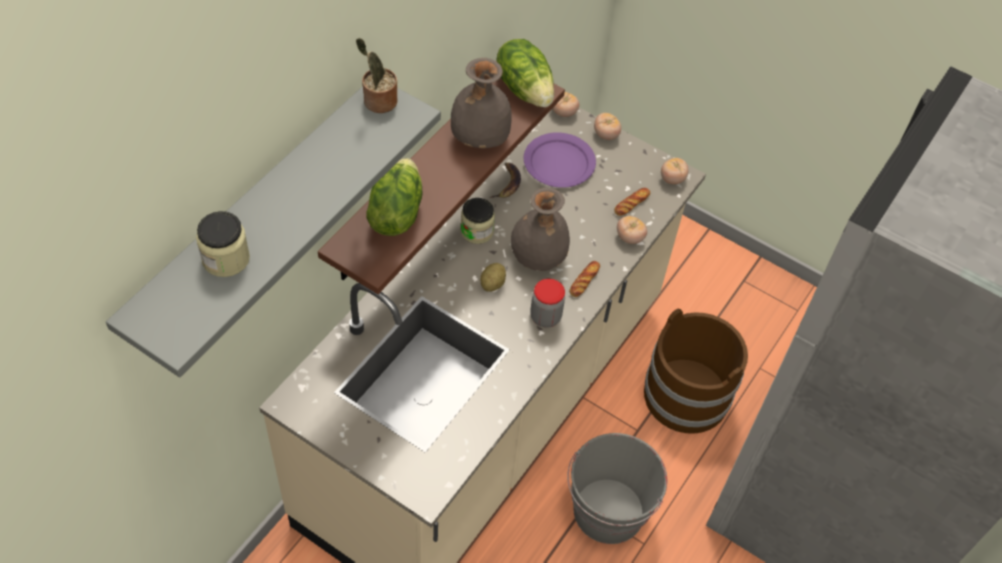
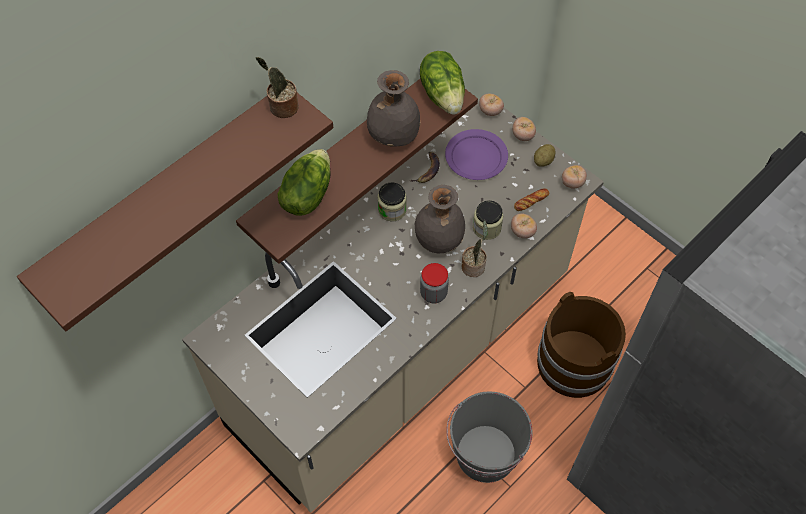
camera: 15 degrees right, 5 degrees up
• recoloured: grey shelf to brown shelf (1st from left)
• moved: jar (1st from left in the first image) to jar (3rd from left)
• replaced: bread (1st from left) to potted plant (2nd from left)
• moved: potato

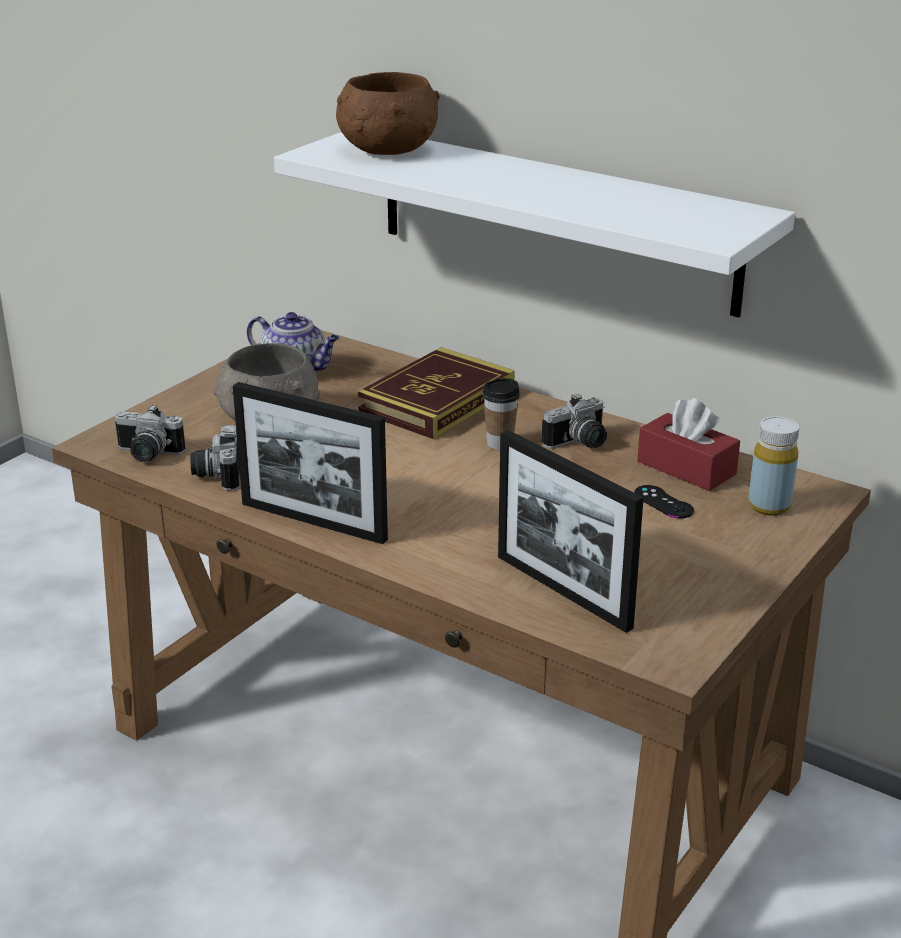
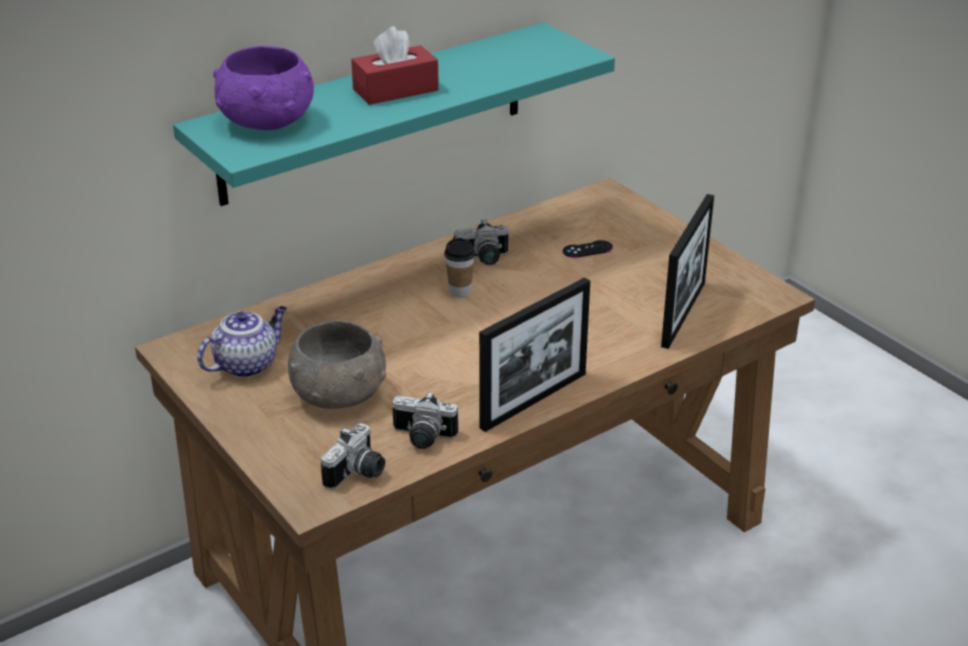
camera: 70 degrees left, 5 degrees up
• recoloured: brown bowl to purple bowl
• recoloured: white shelf to turquoise shelf
• removed: book
• turned: photo camera (3rd from left) 90 degrees clockwise
• moved: red tissue box
• removed: yellow bottle
• turned: picture frame (2nd from left) 45 degrees counterclockwise

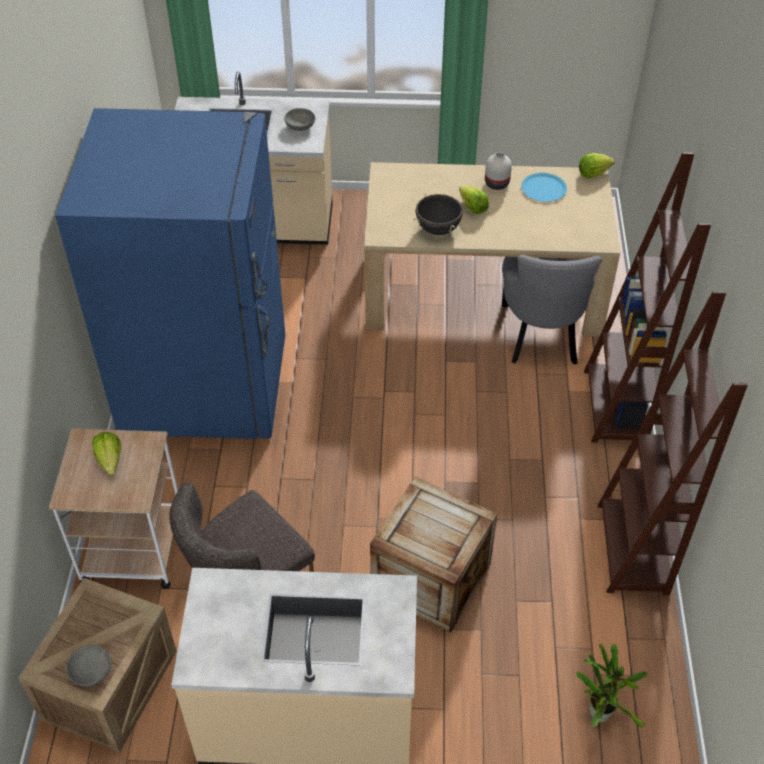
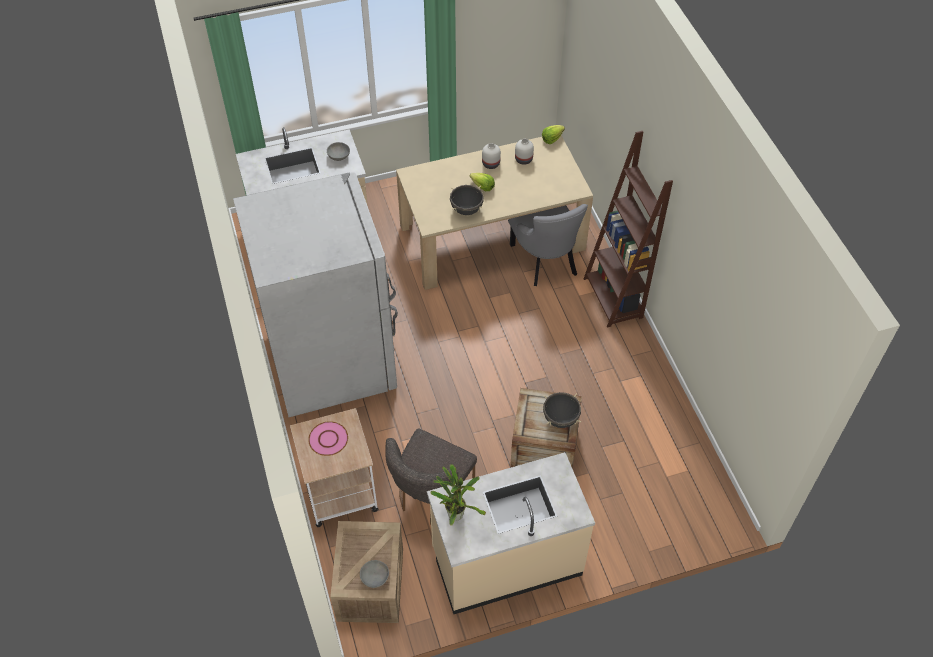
camera: 20 degrees left, 5 degrees up
• recoloured: blue fridge to white fridge
• replaced: blue plate to white vase (2nd from left)
• removed: brown bookcase (2nd from left)
• replaced: lettuce (1st from left) to pink plate
• moved: potted plant
• added: black cooking pot (2nd from left)

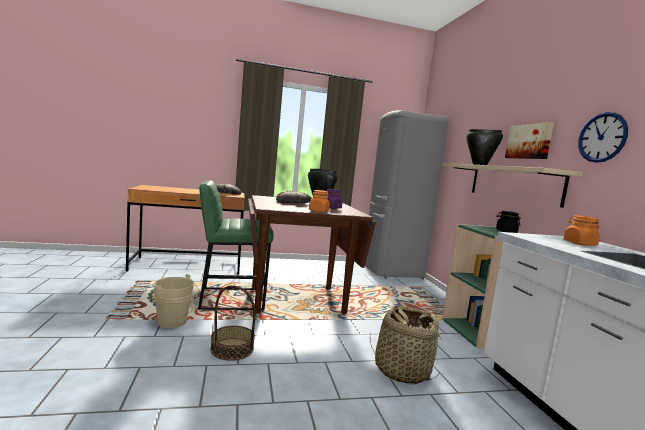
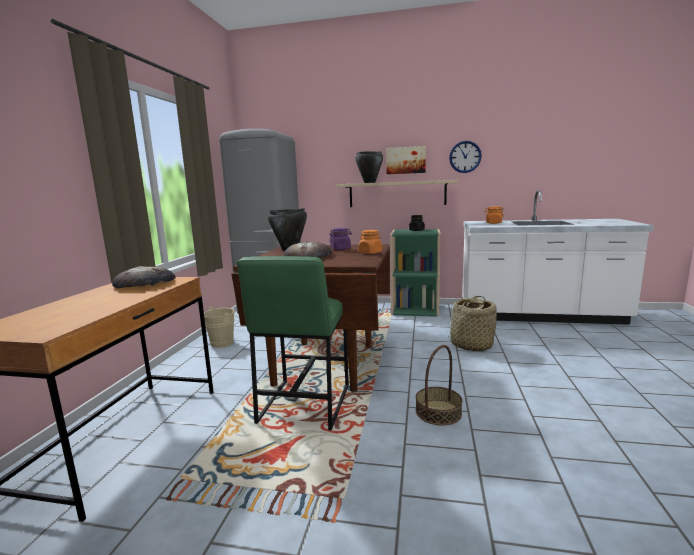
camera: 65 degrees left, 5 degrees up
• moved: beige bucket

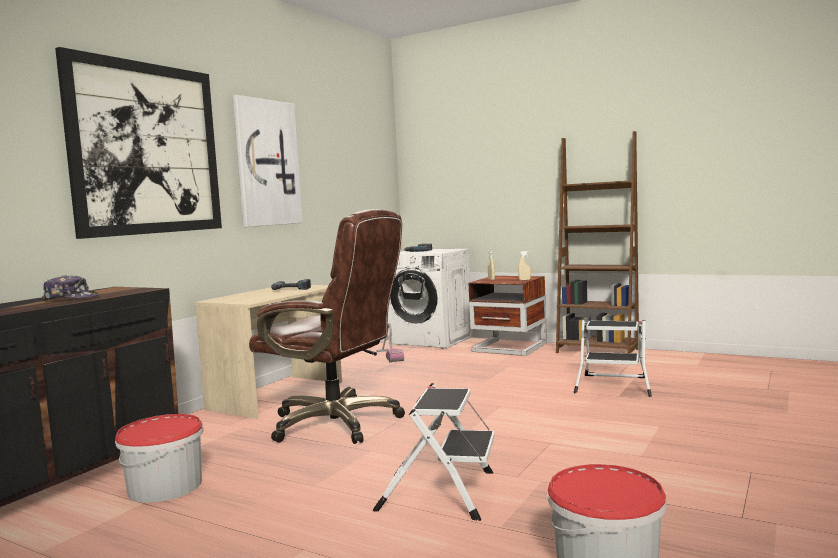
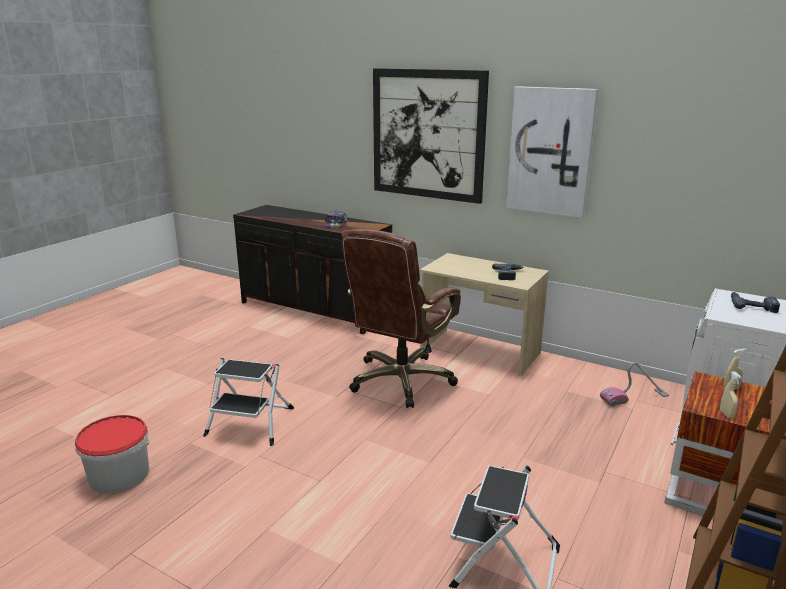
camera: 90 degrees right, 15 degrees up
• removed: bucket (1st from left)

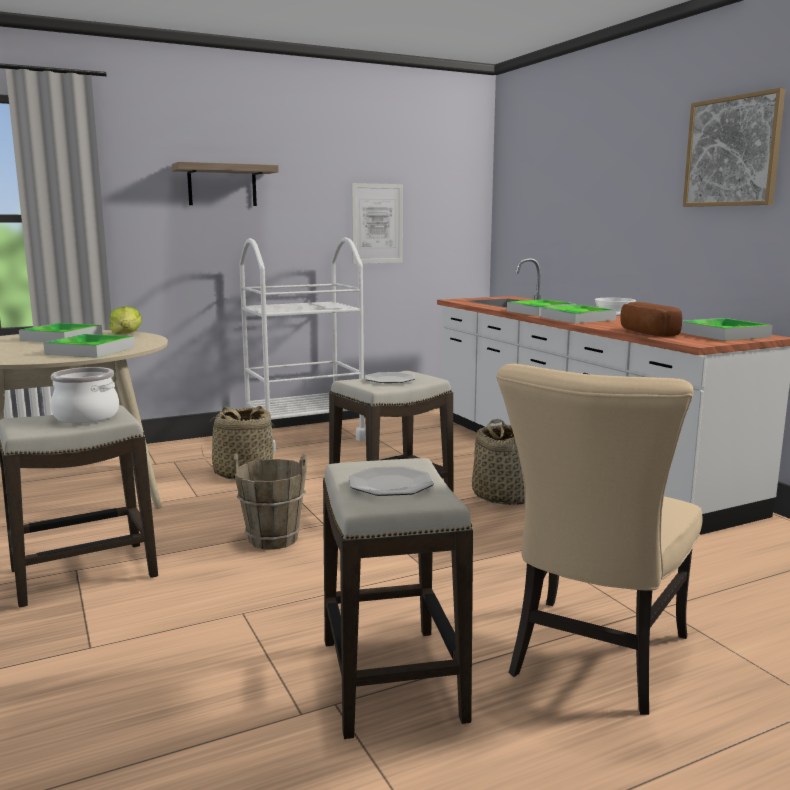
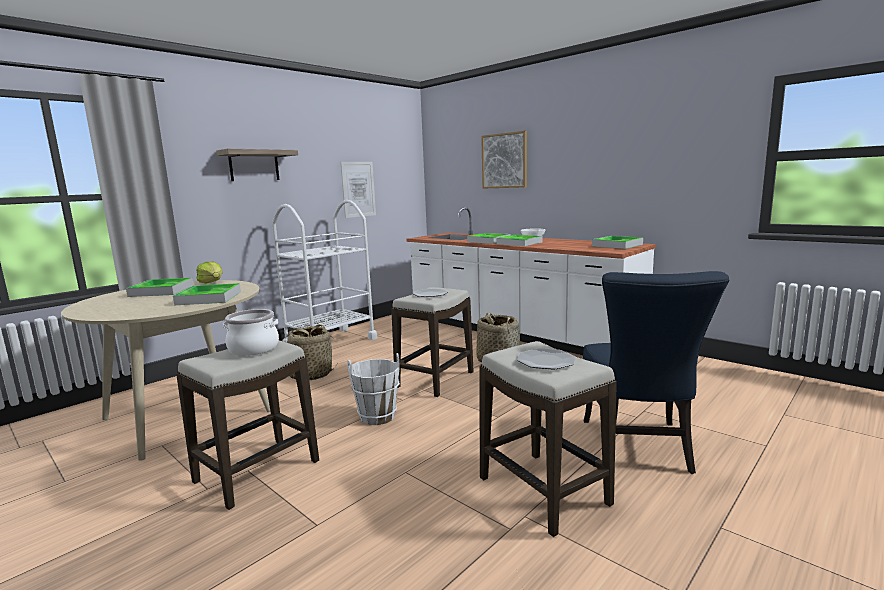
camera: 20 degrees left, 0 degrees up
• moved: picture (2nd from left)
• removed: bread
• recoloured: beige chair to blue chair
• recoloured: brown bucket to white bucket

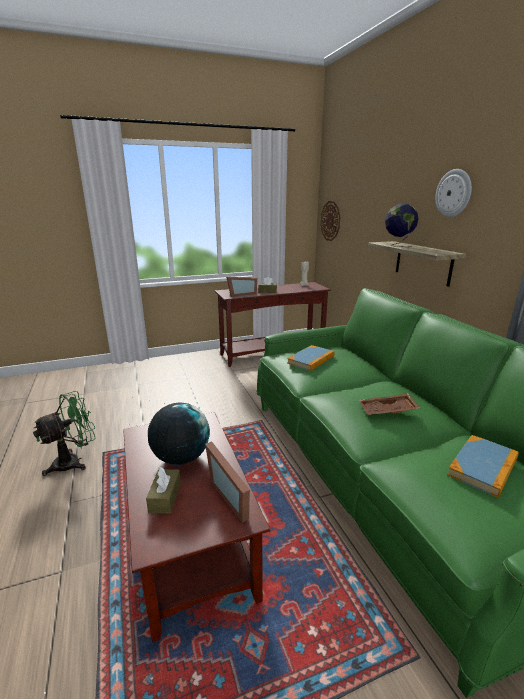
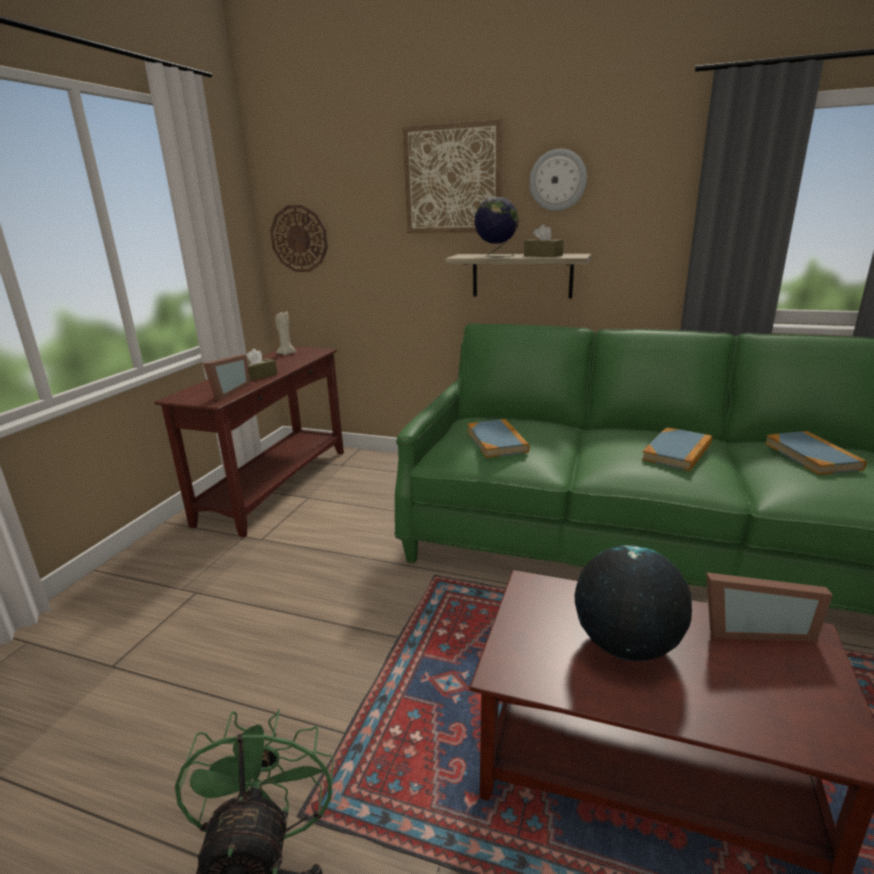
camera: 50 degrees left, 0 degrees up
• replaced: brown tray to book (2nd from left)
• moved: brown tissue box (1st from left in the first image) to brown tissue box (2nd from left)
• added: picture

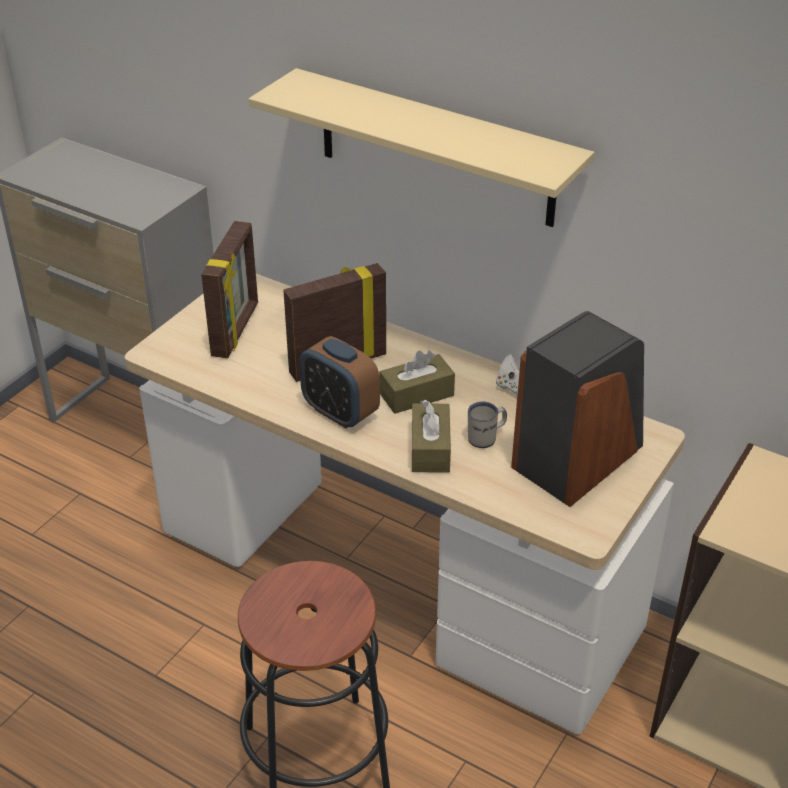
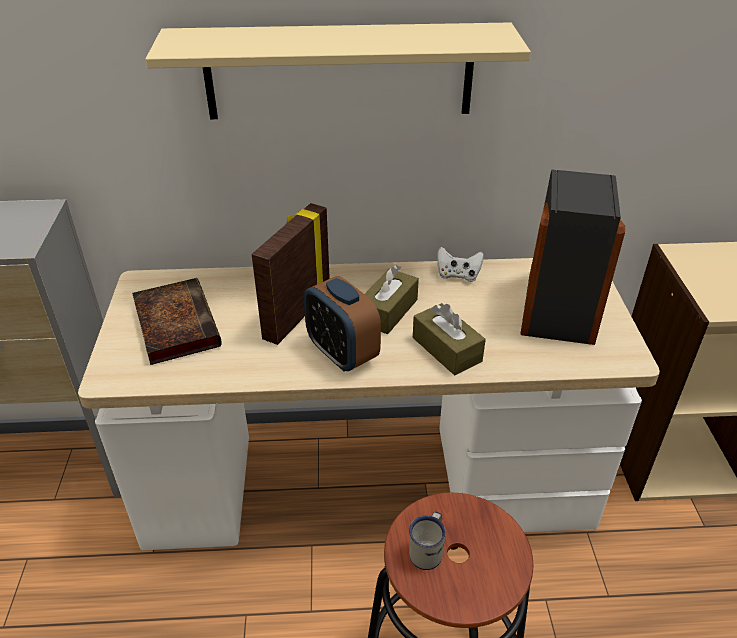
camera: 35 degrees left, 0 degrees up
• replaced: picture frame (1st from left) to book
• turned: alarm clock 45 degrees clockwise
• moved: white mug

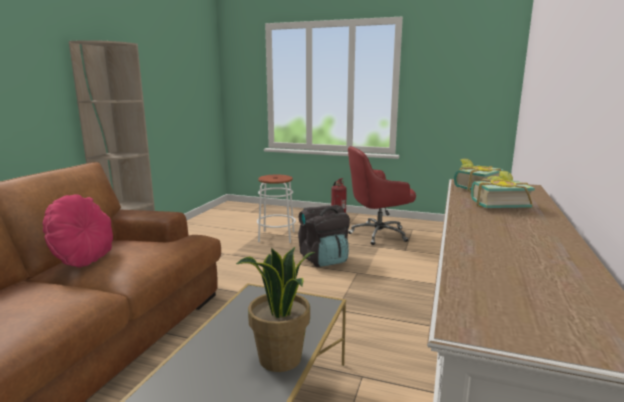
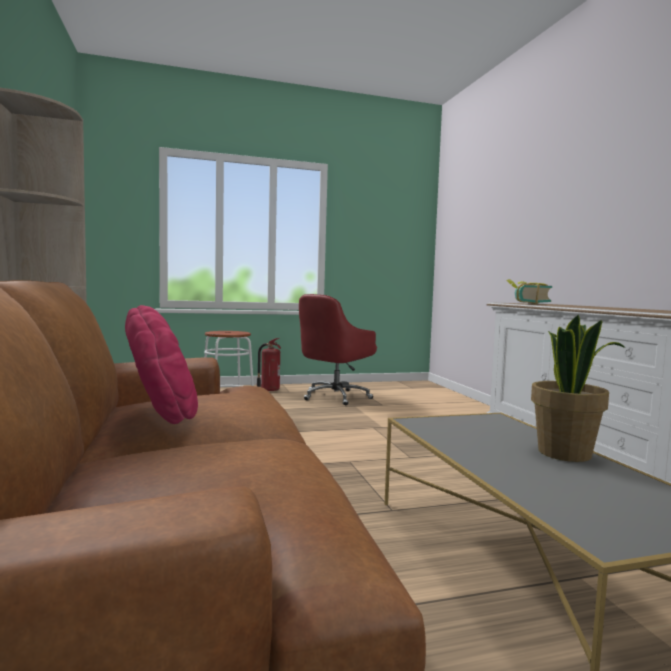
camera: 35 degrees left, 10 degrees down
• removed: book (2nd from left)
• removed: black backpack

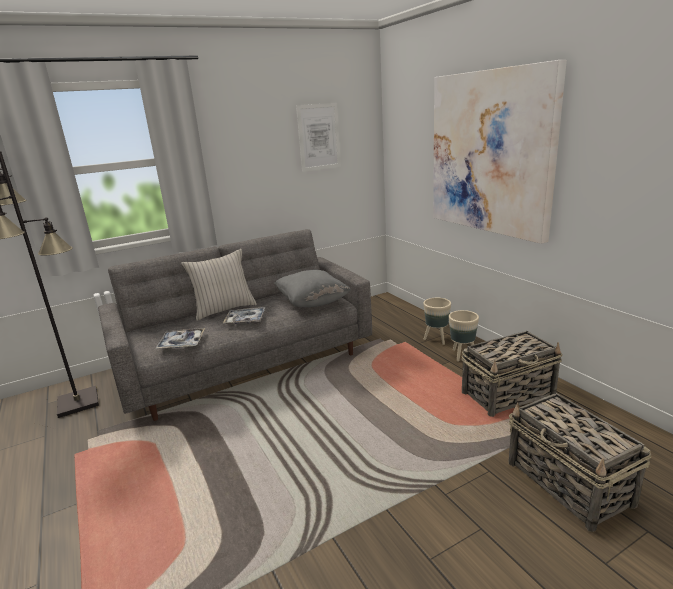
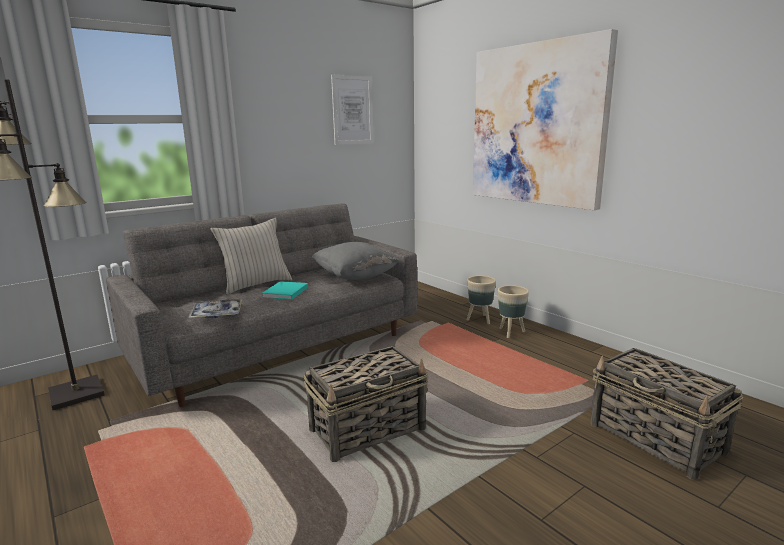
camera: 10 degrees left, 5 degrees down
• replaced: tray (2nd from left) to turquoise book
• moved: basket (1st from left)

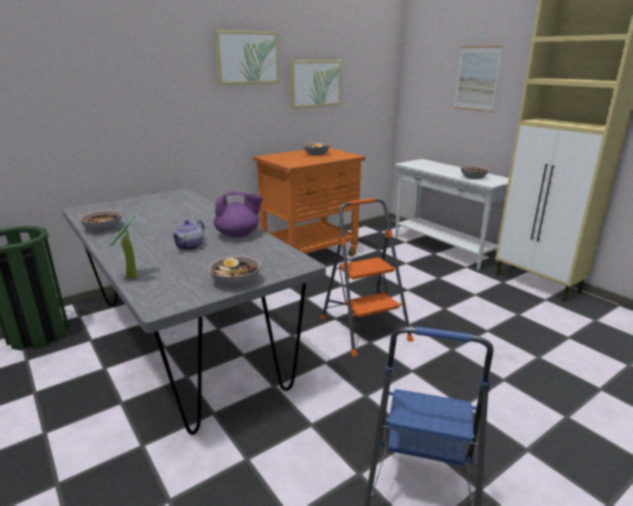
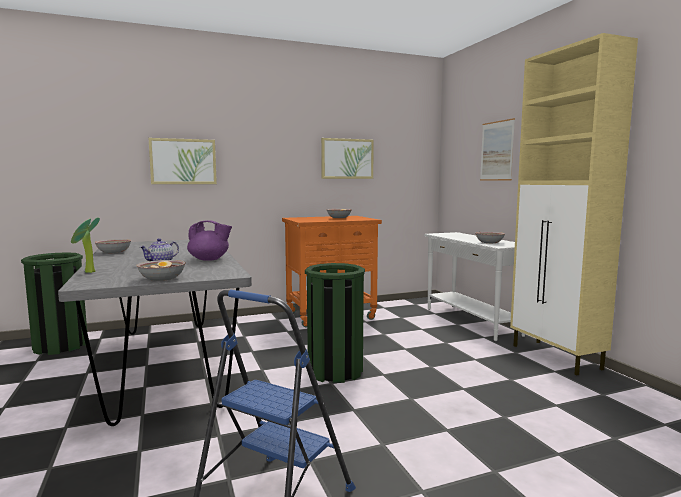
camera: 15 degrees right, 15 degrees down
• moved: picture (1st from left)
• replaced: orange step ladder to green trash can (2nd from left)

